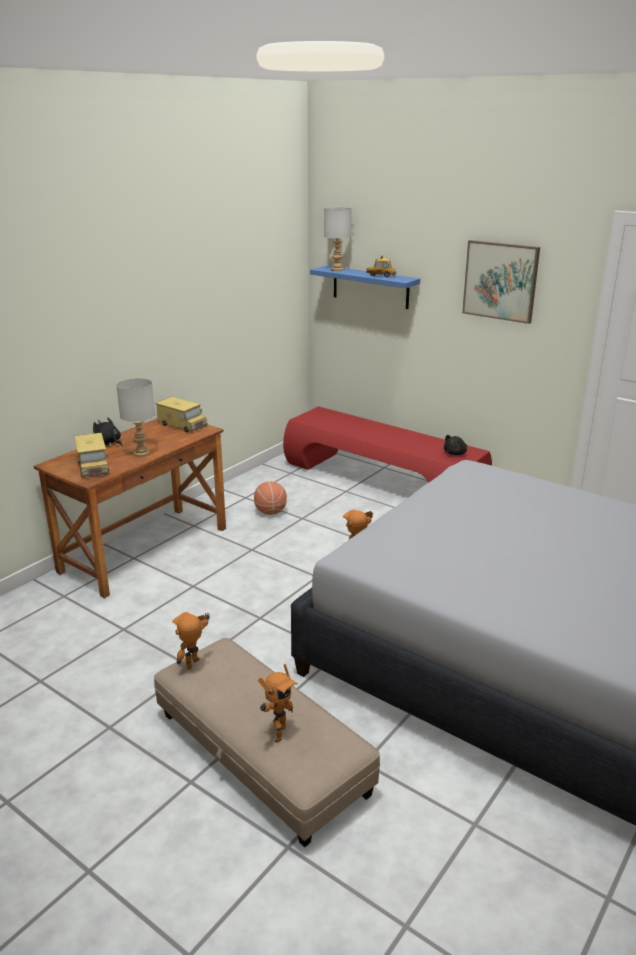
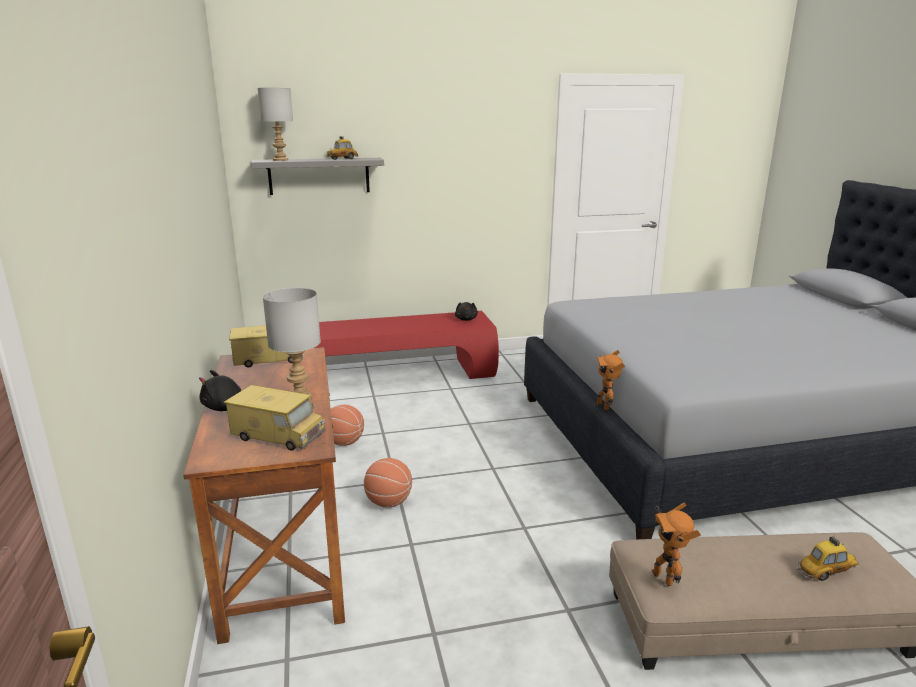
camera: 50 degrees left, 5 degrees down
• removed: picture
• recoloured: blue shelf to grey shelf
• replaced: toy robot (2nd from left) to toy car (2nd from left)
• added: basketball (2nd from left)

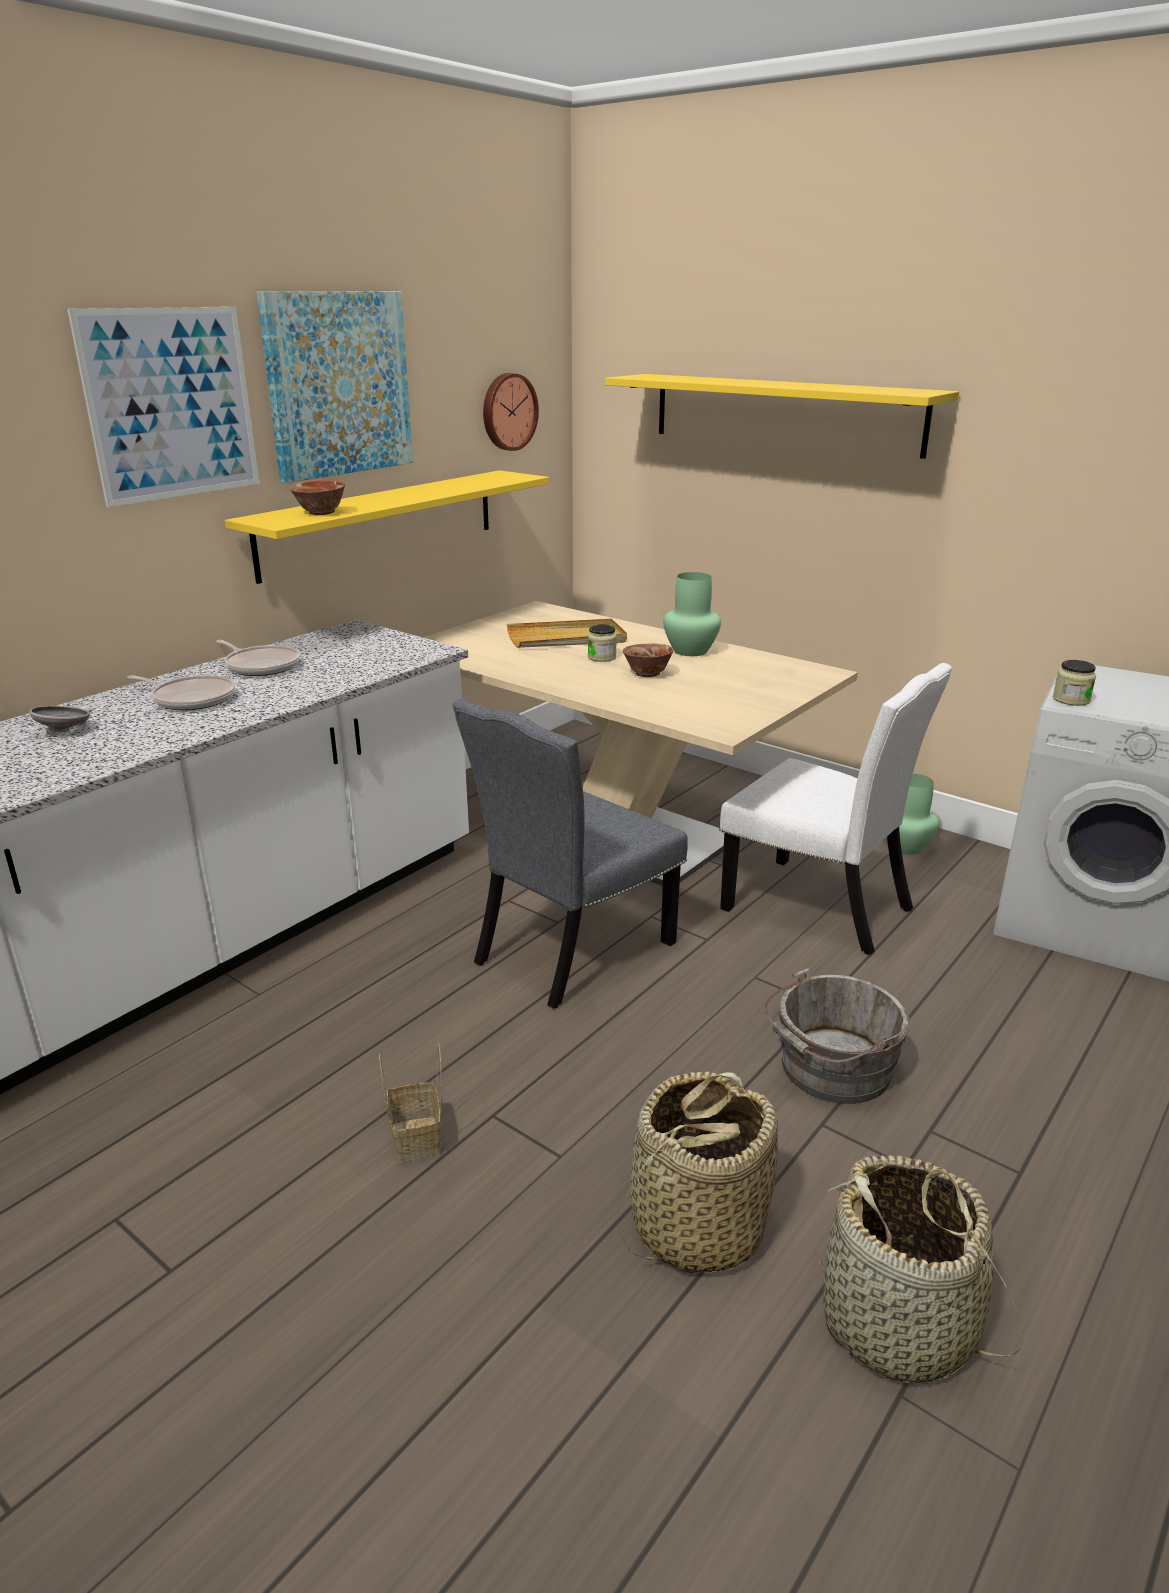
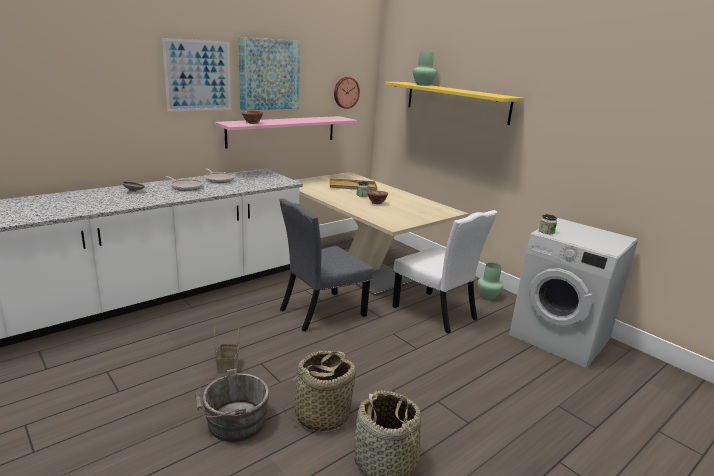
camera: 10 degrees right, 5 degrees down
• recoloured: yellow shelf (1st from left) to pink shelf
• moved: green vase (1st from left)
• moved: grey bucket

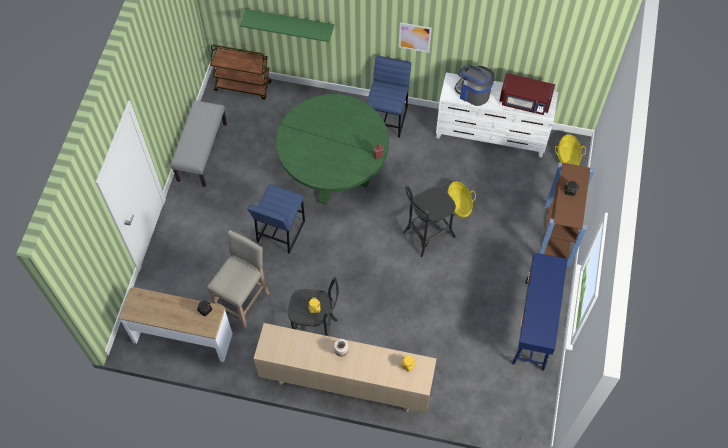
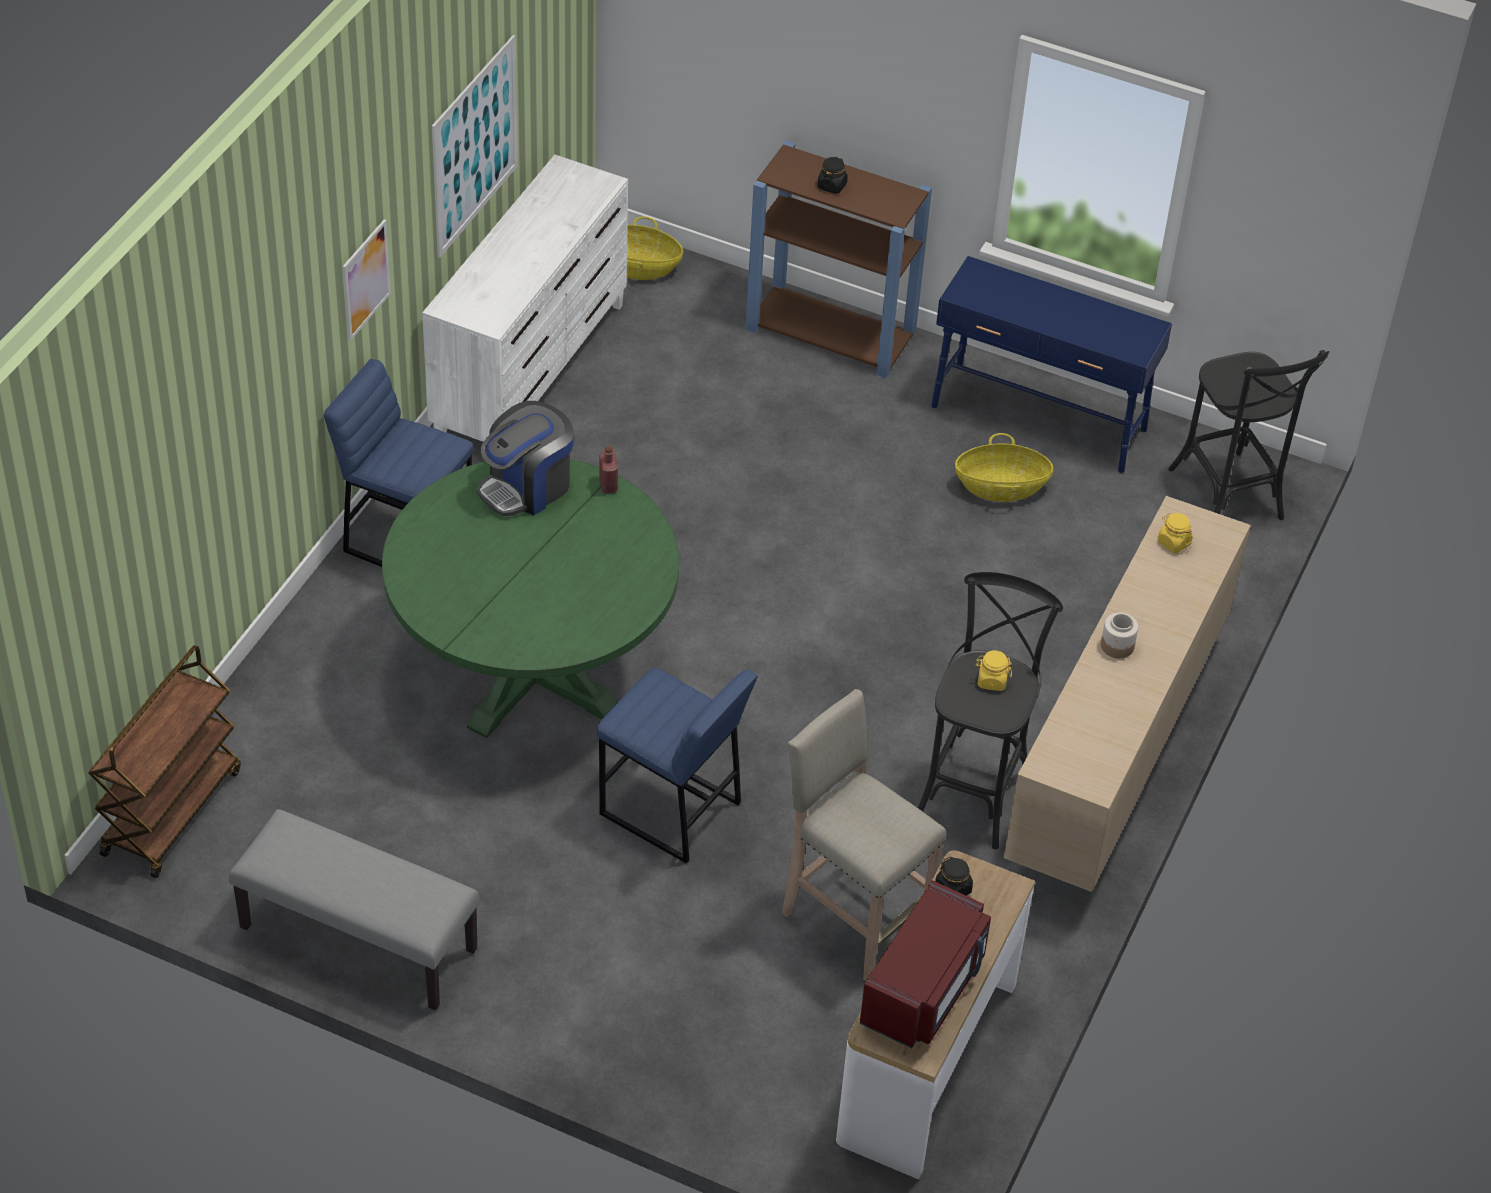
camera: 80 degrees left, 15 degrees down
• removed: green shelf
• moved: coffee machine
• moved: red microwave
• moved: basket (1st from left in the first image) to basket (2nd from left)
• moved: black stool (2nd from left)
• added: picture (2nd from left)

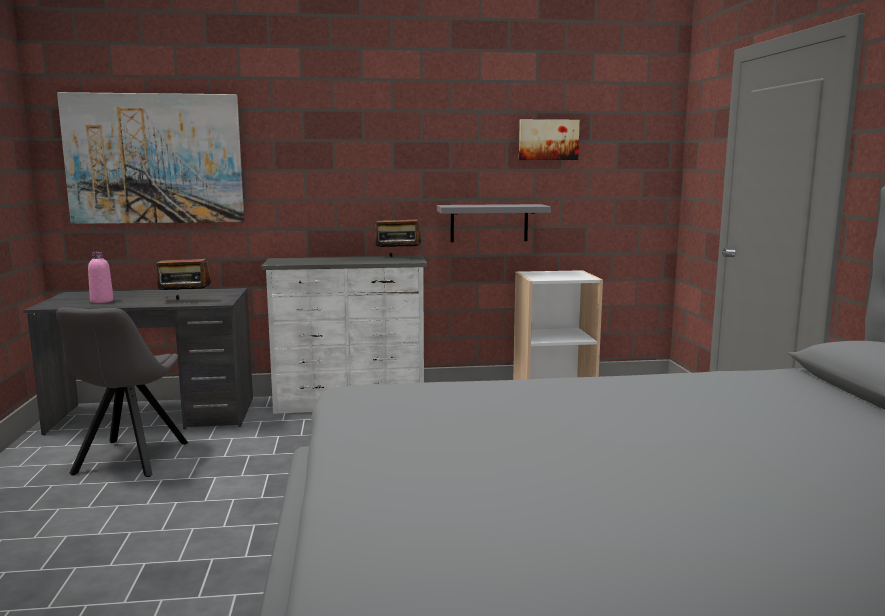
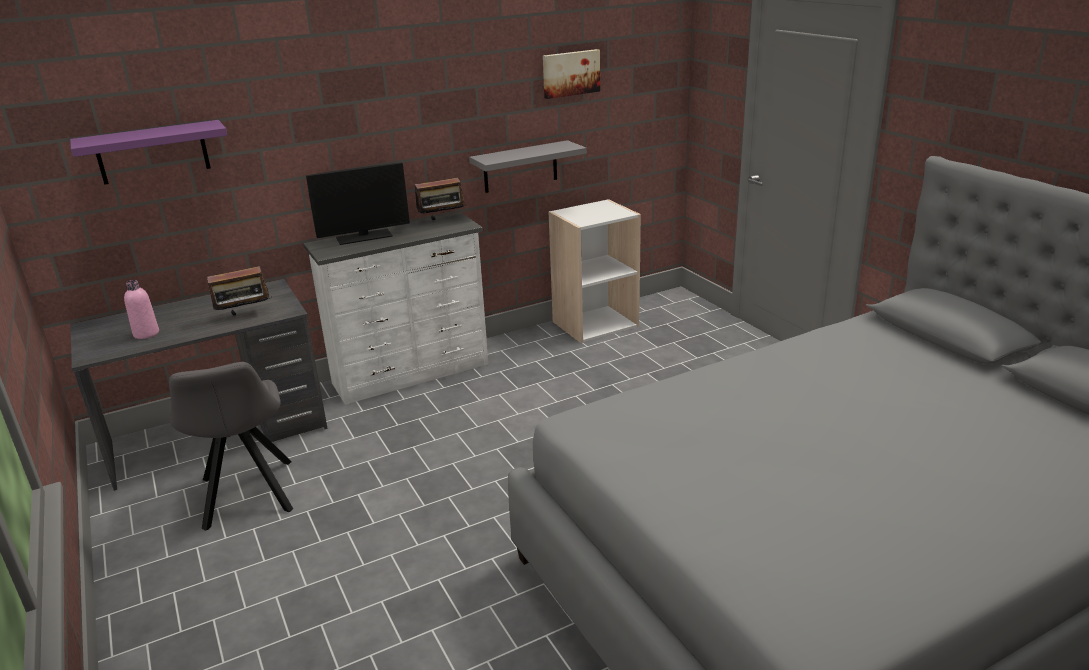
camera: 20 degrees left, 15 degrees up
• replaced: picture (1st from left) to purple shelf
• added: monitor

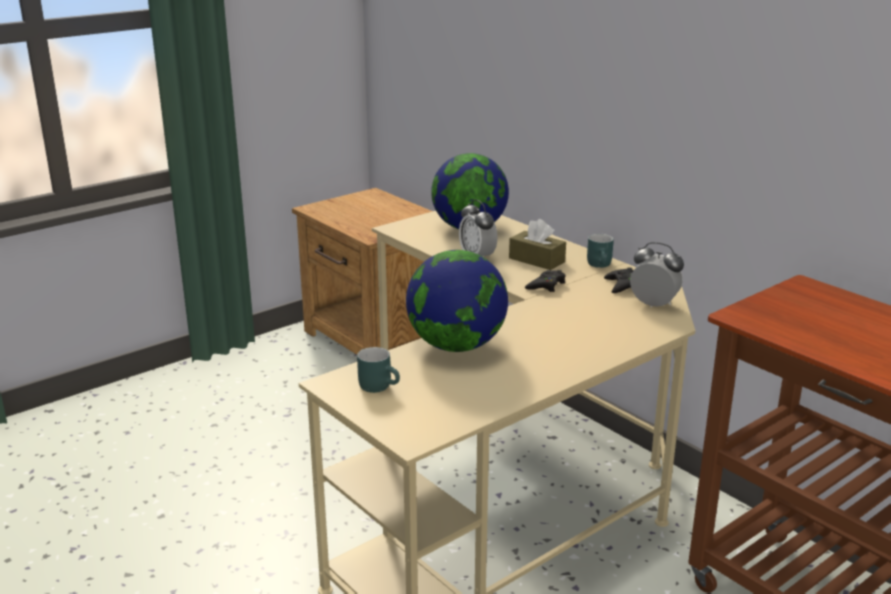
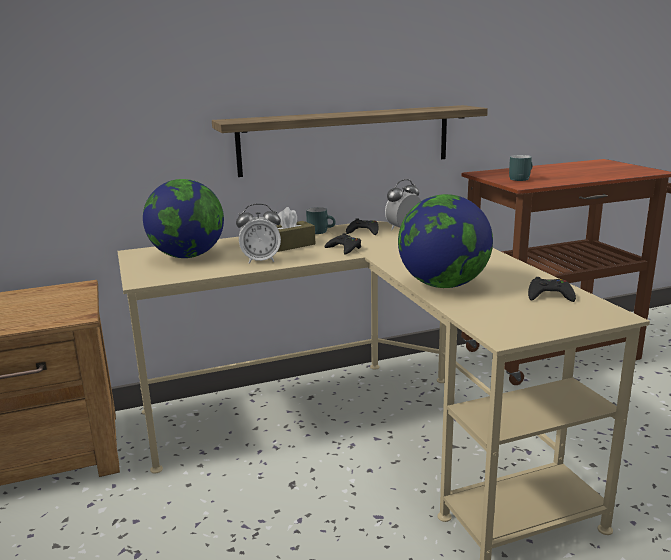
camera: 70 degrees left, 5 degrees down
• moved: turquoise mug (1st from left in the first image) to turquoise mug (2nd from left)
• added: shelf
• added: black game controller (3rd from left)

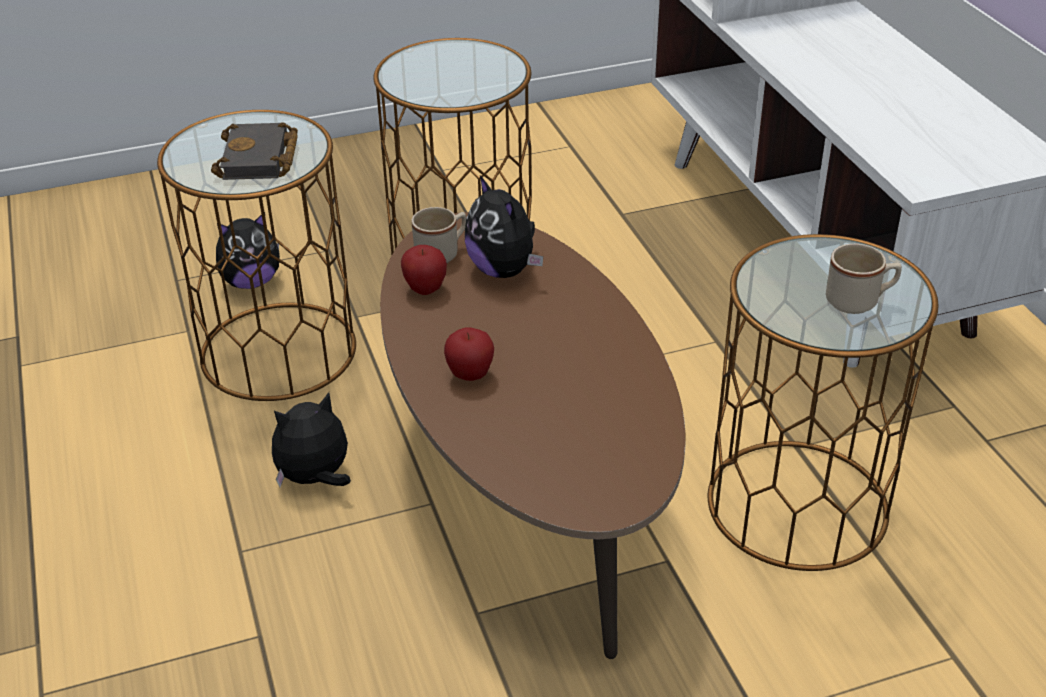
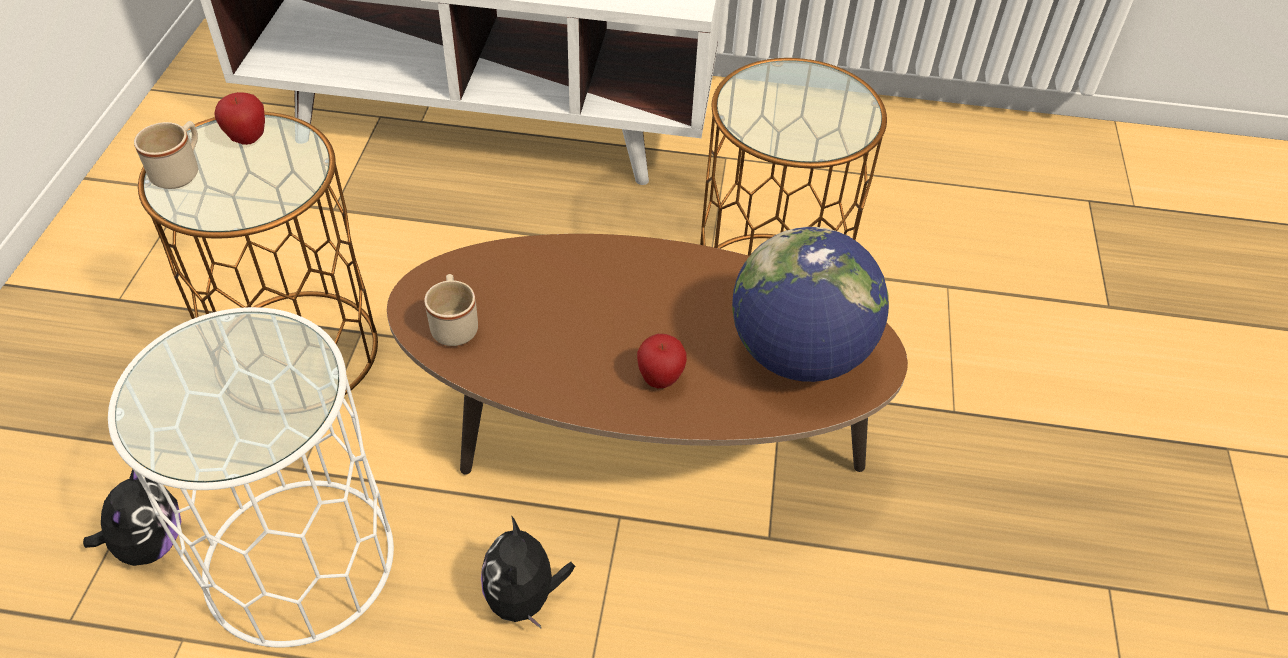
camera: 65 degrees left, 10 degrees up
• recoloured: brown side table (1st from left) to white side table
• removed: black book
• removed: plush toy (3rd from left)
• moved: beige mug (2nd from left in the first image) to beige mug (1st from left)
• moved: apple (1st from left)
• added: globe

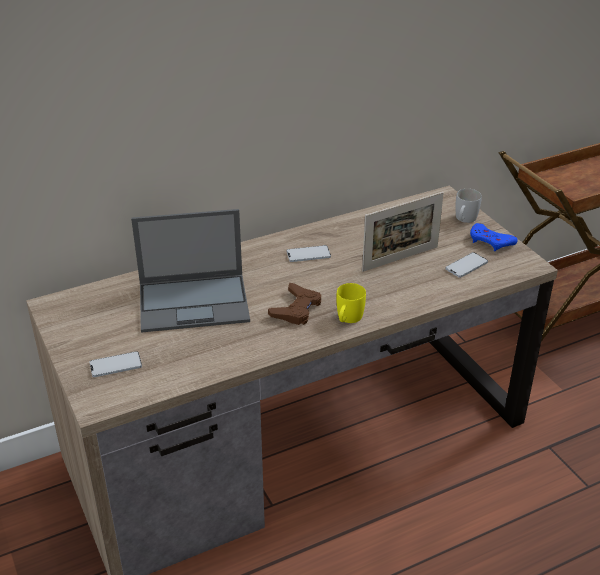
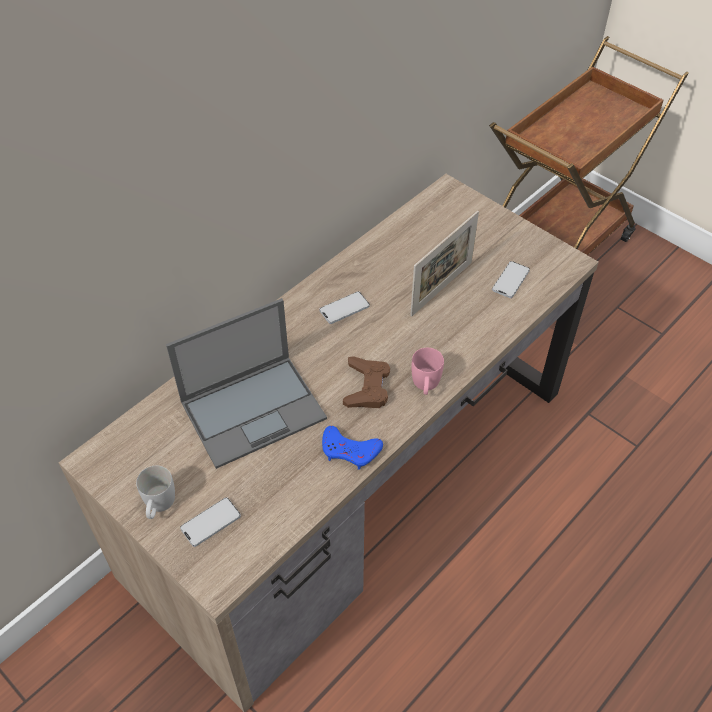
camera: 20 degrees left, 15 degrees up
• moved: white mug
• moved: blue game controller
• recoloured: yellow mug to pink mug

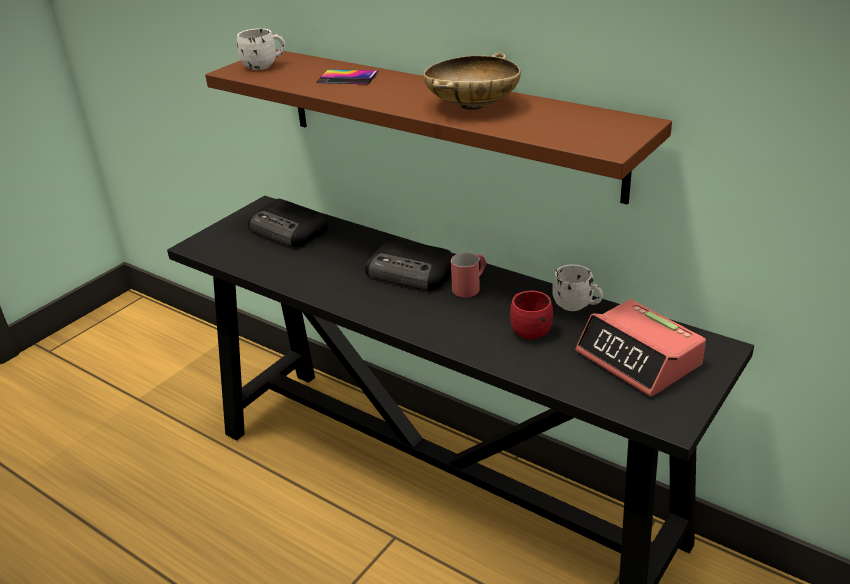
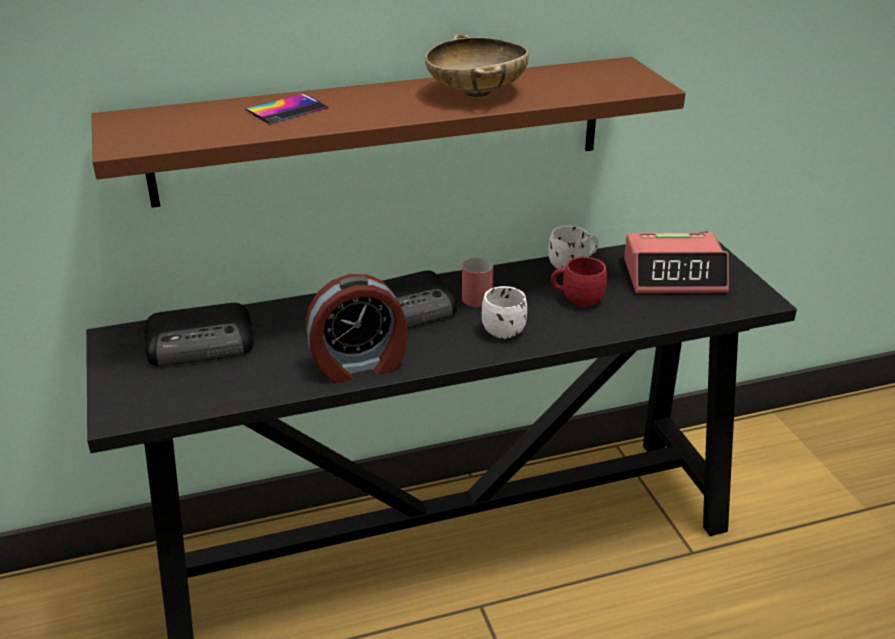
camera: 55 degrees left, 0 degrees up
• moved: white mug (1st from left)
• added: alarm clock (1st from left)

